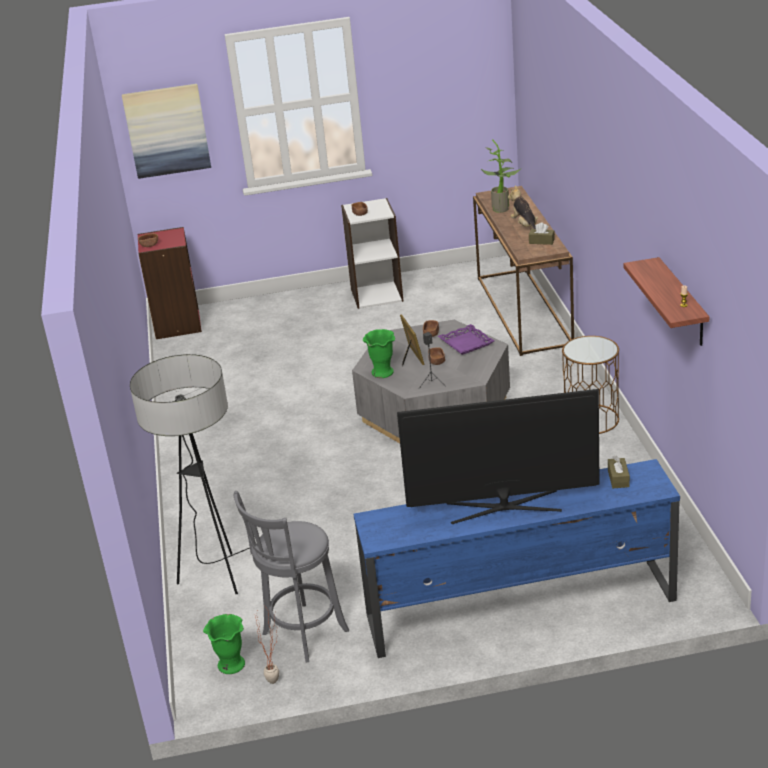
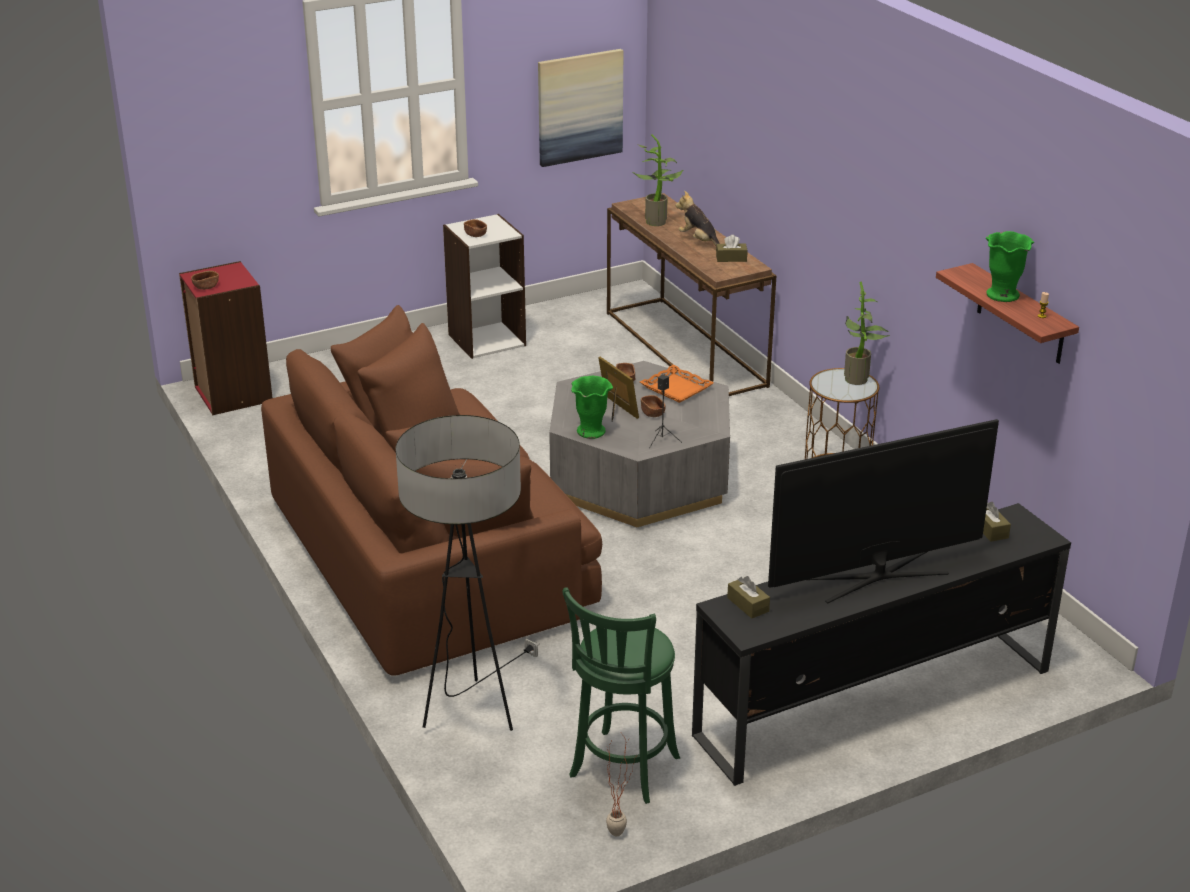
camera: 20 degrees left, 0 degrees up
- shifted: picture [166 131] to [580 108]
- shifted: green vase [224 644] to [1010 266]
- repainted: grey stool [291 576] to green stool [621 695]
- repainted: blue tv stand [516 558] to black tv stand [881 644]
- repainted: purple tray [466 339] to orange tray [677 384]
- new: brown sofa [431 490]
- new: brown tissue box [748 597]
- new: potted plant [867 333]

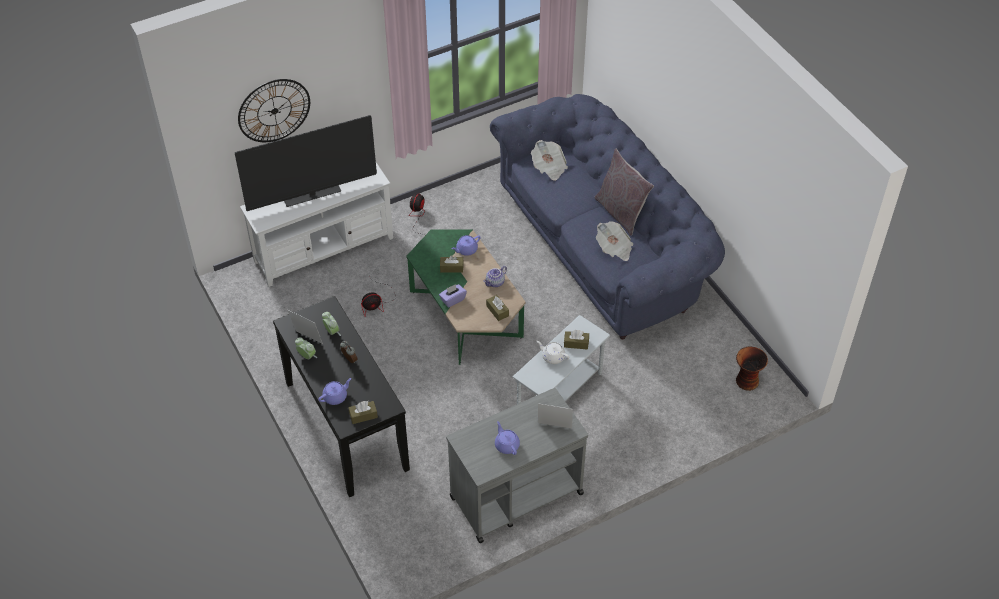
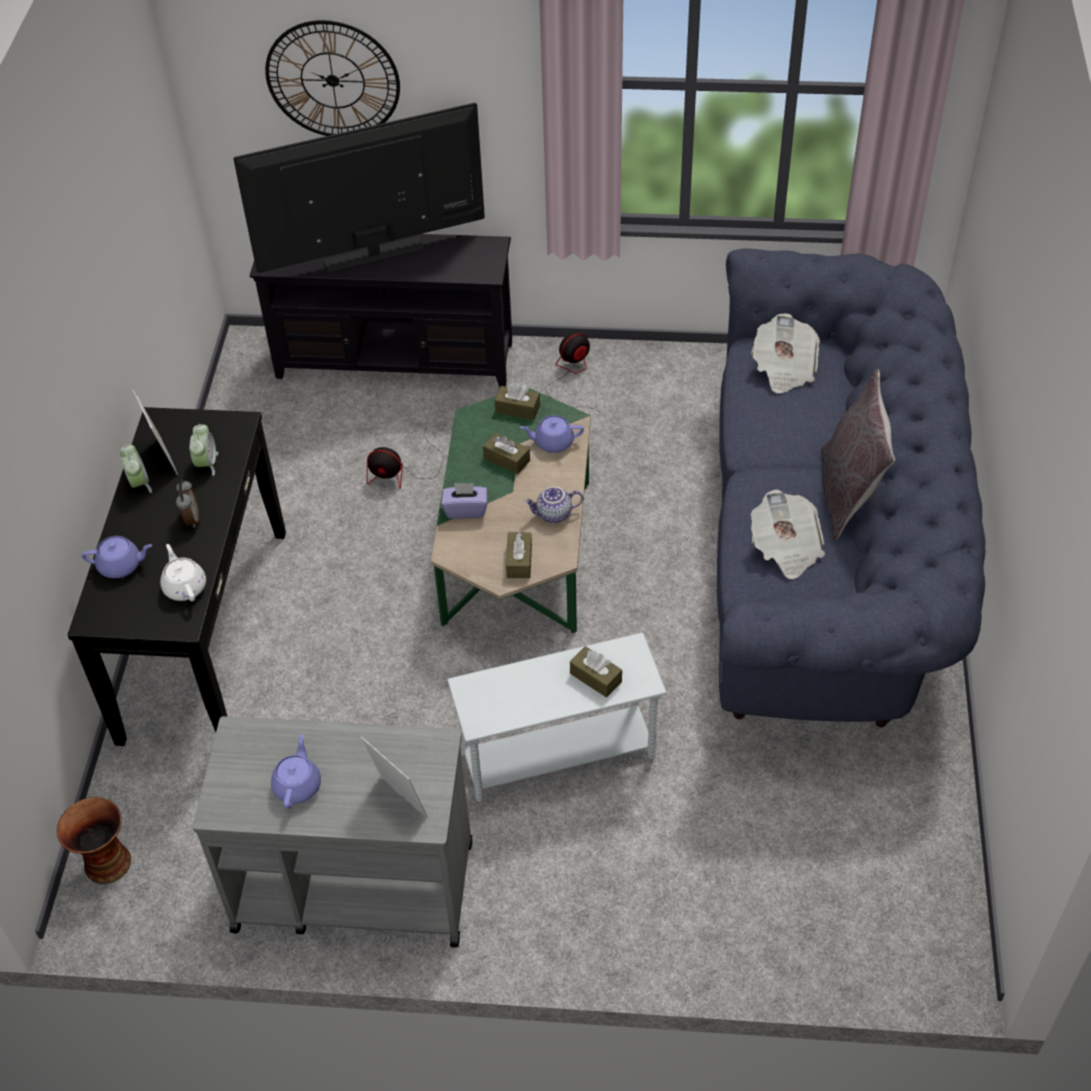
camera: 35 degrees right, 0 degrees up
- rotated: television [306 163] = [359 188] 150 degrees clockwise
- repainted: white tv stand [316 224] to black tv stand [381 310]
- shifted: brown tissue box [363 412] to [517 401]
- shifted: white teapot [553 352] to [183 572]
- shifted: vase [752 369] to [94 840]

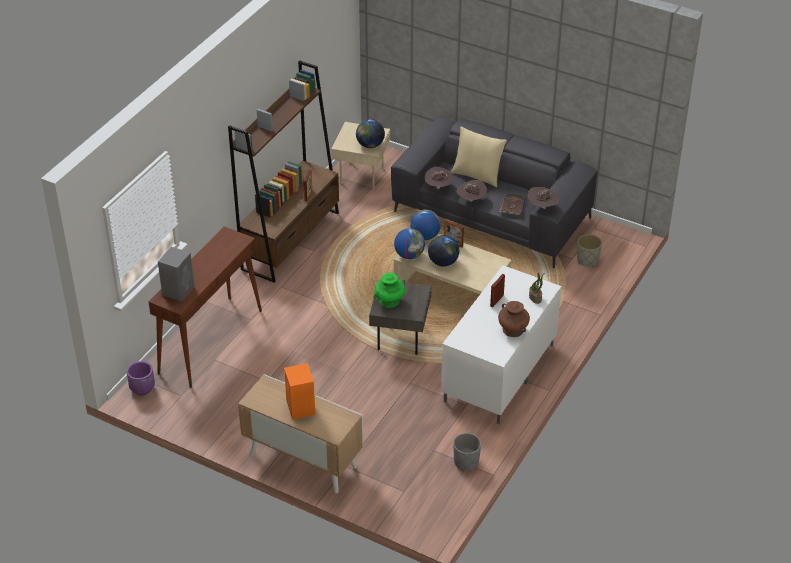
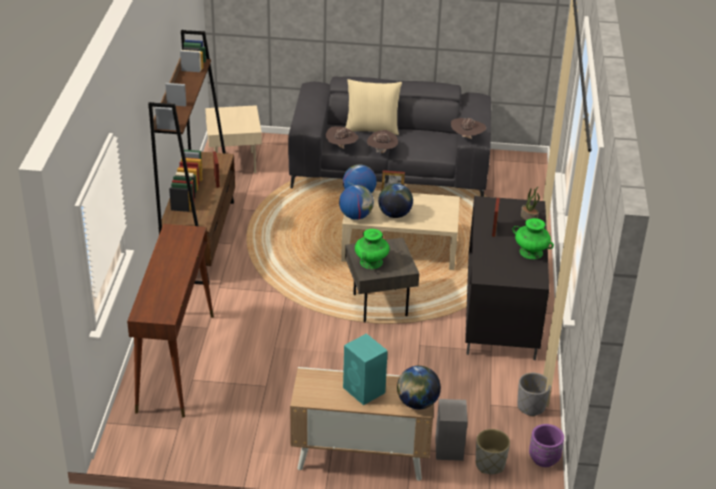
camera: 25 degrees left, 5 degrees down
- shifted: purple planter [141 378] to [546 445]
- shifted: grey speaker [176 274] to [451 430]
- repainted: orange speaker [299 391] to turquoise speaker [365 369]
- shifted: globe [370 133] to [419 387]
- repainted: white tv stand [501 344] to black tv stand [507 278]
- repainted: brown vase [514 319] to green vase [533 238]
- gone: brown book [512 204]
- shifted: grey planter [589 250] to [493 451]

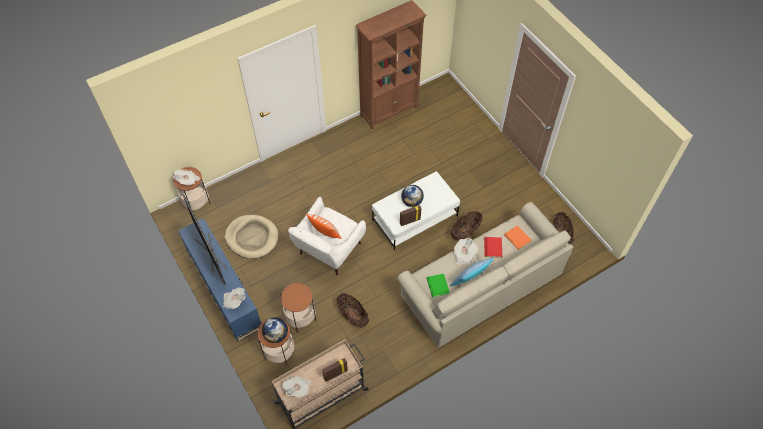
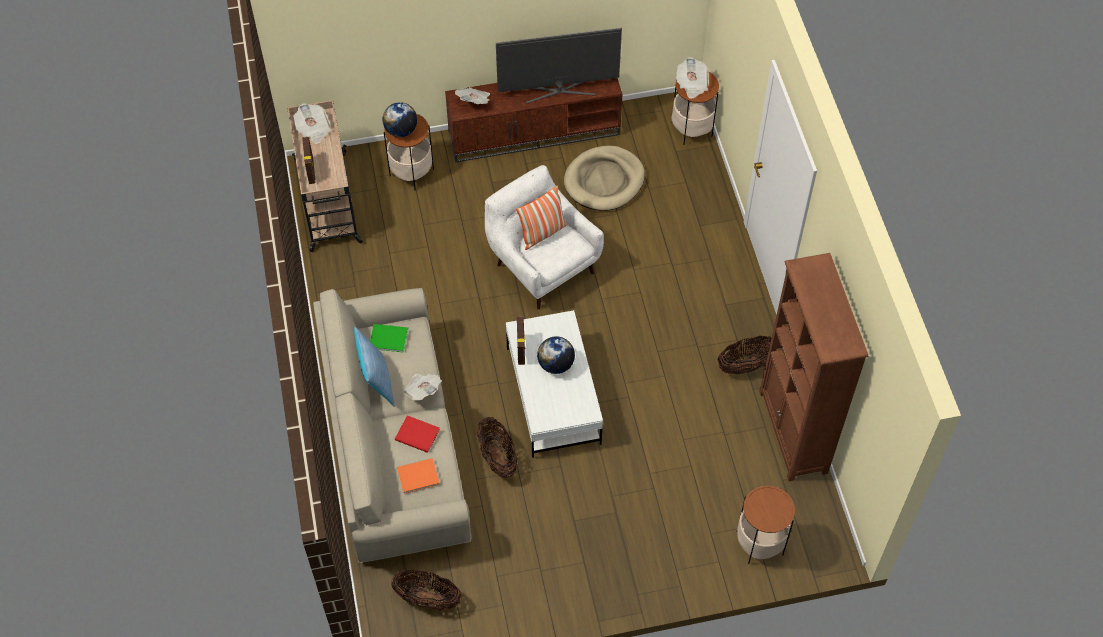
camera: 110 degrees right, 0 degrees up
- repainted: blue tv stand [219 280] to brown tv stand [534 120]
- shifted: side table [298 308] to [766 525]
- shifted: basket [353 310] to [744 355]

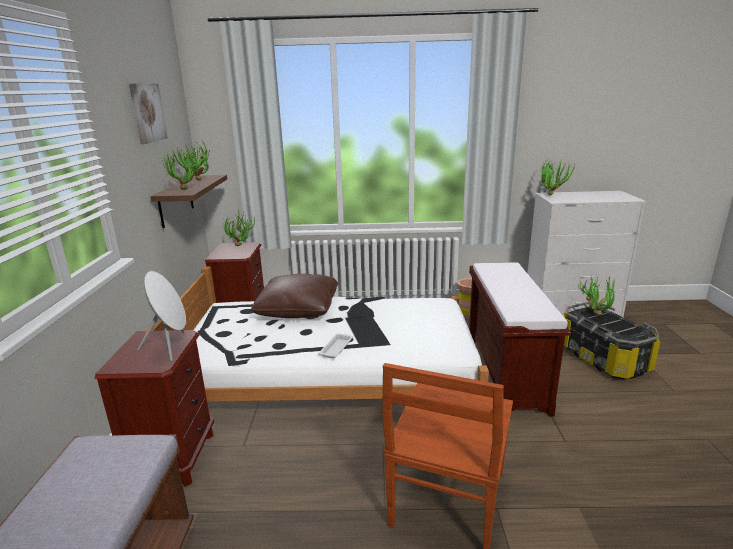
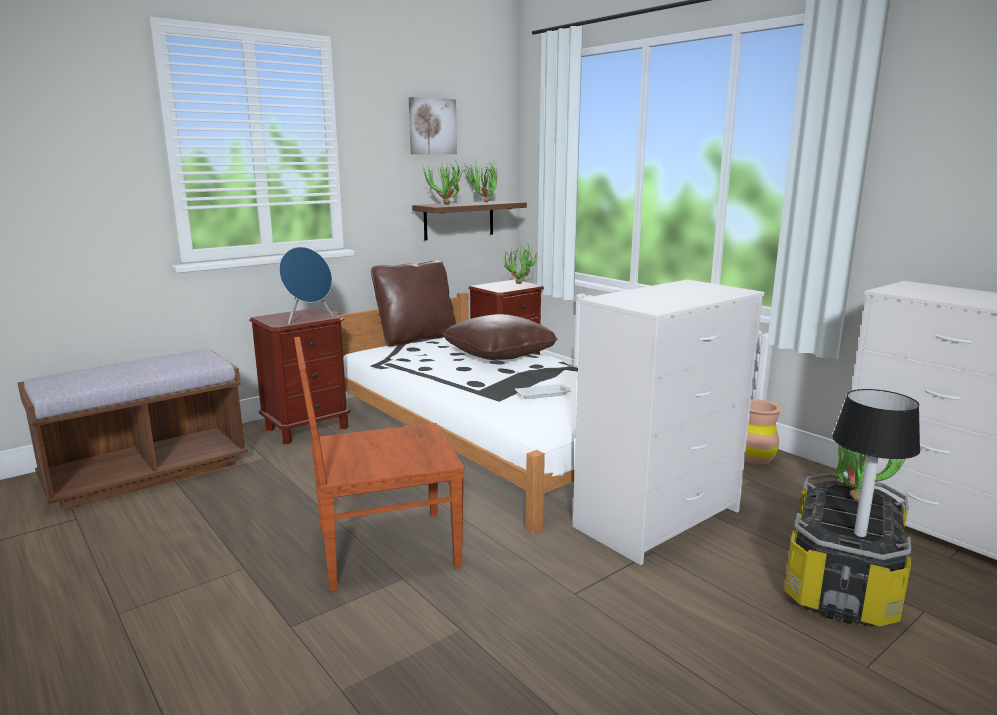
camera: 50 degrees right, 5 degrees down
- repainted: white speaker [161 316] to blue speaker [306 286]
- shifted: white tray [335 346] to [543 391]
- swapped: brown bench [520 339] to white dresser [668 422]
- gone: potted plant [558 176]
- new: brown pillow [413 304]
- new: table lamp [876 463]

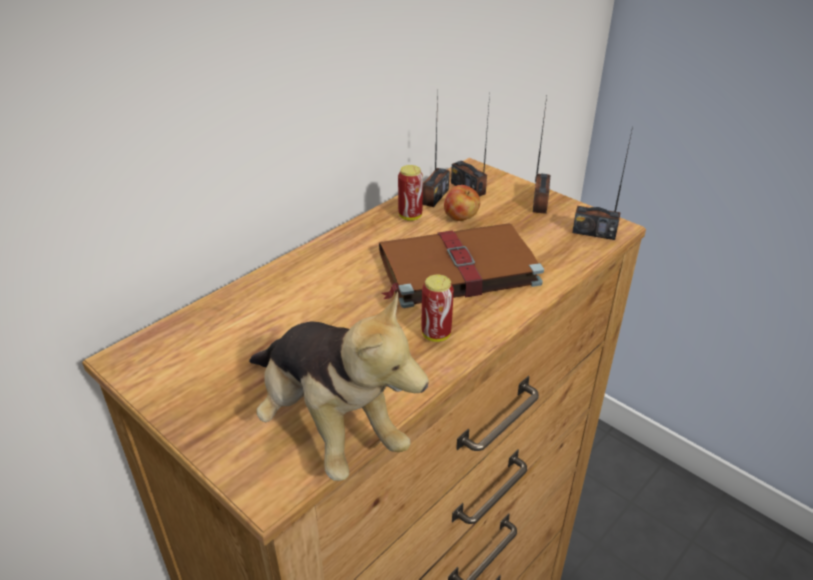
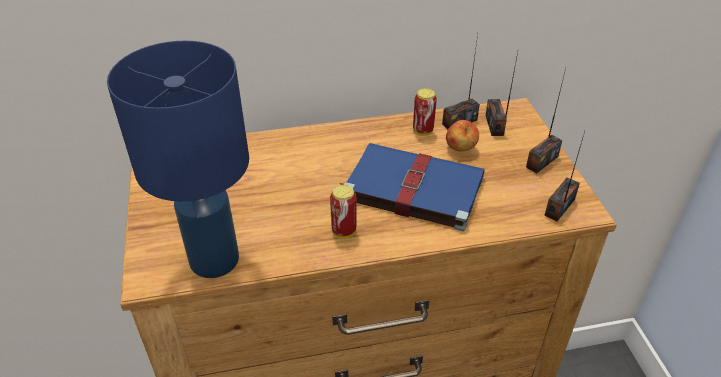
camera: 35 degrees right, 5 degrees up
- swapped: plush toy [339 386] to blue table lamp [178 159]
- repainted: brown book [461 266] to blue book [412 187]
- rotated: radio [602 183] = [564 176] 75 degrees clockwise

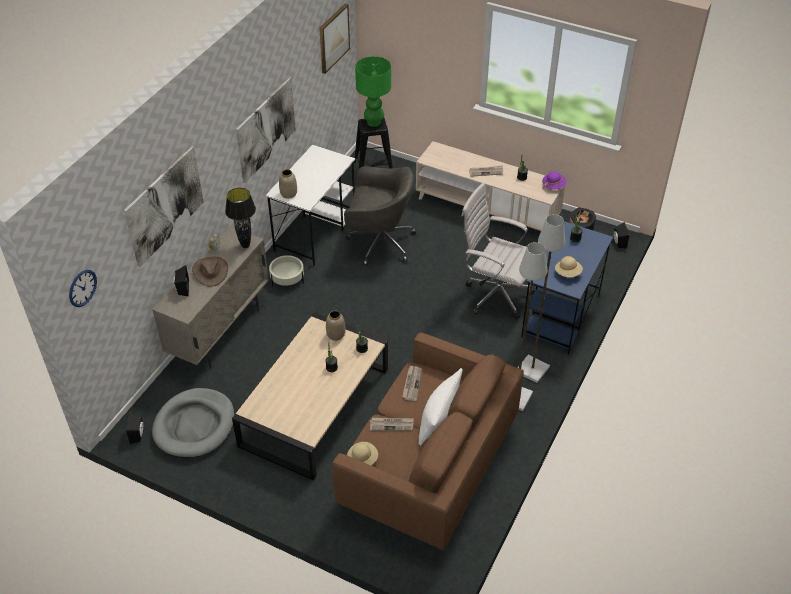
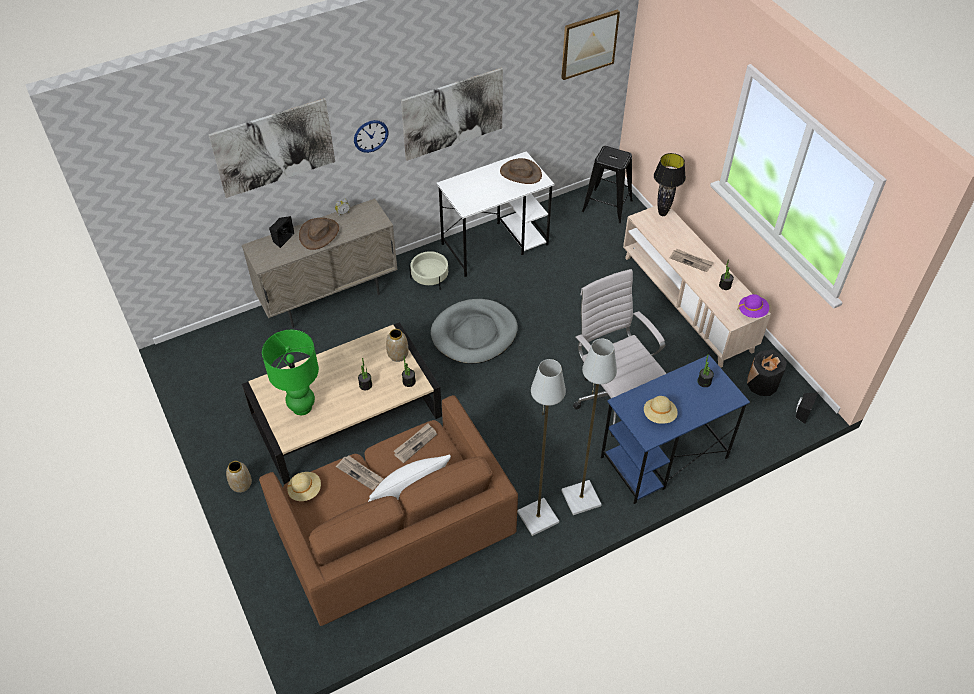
camera: 35 degrees right, 5 degrees up
- shifted: wall clock [83 288] to [371 136]
- gone: black speaker [135 428]
- shifted: grey dog bed [193 423] to [474 331]
- shifted: black table lamp [240 218] to [670 184]
- shifted: vase [288 184] to [239 477]
- gone: grey office chair [380 216]
- shifted: green table lamp [373 91] to [290 372]
- new: brown hat [521 171]

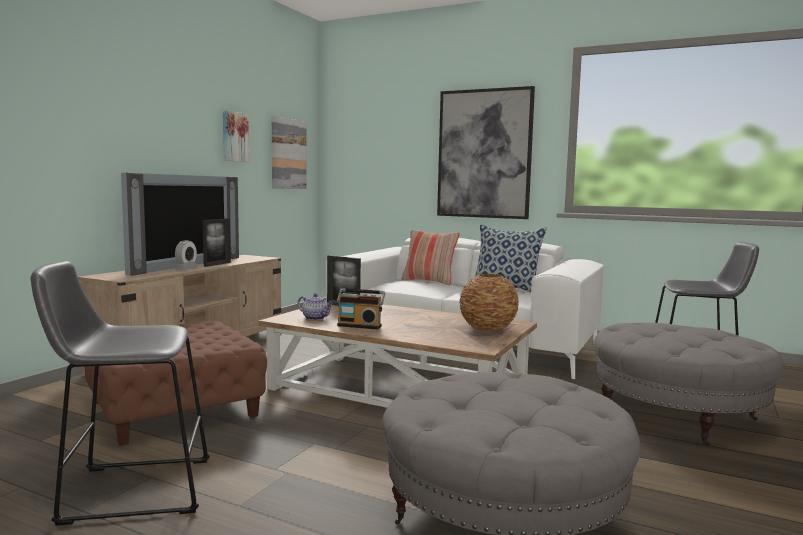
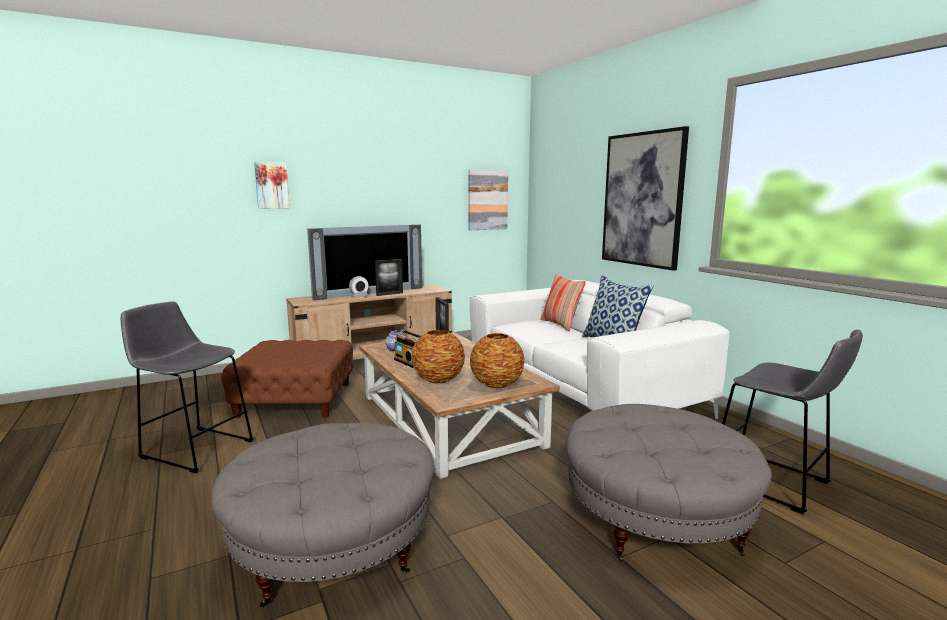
camera: 35 degrees right, 5 degrees up
- shifted: picture [236 136] to [272 185]
- new: vase [438 356]

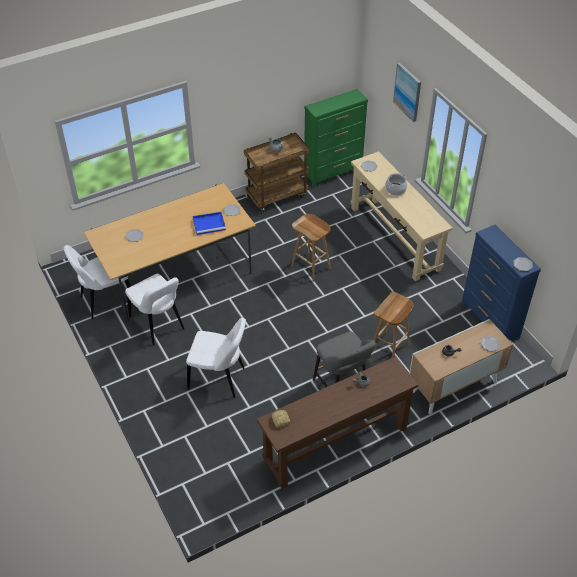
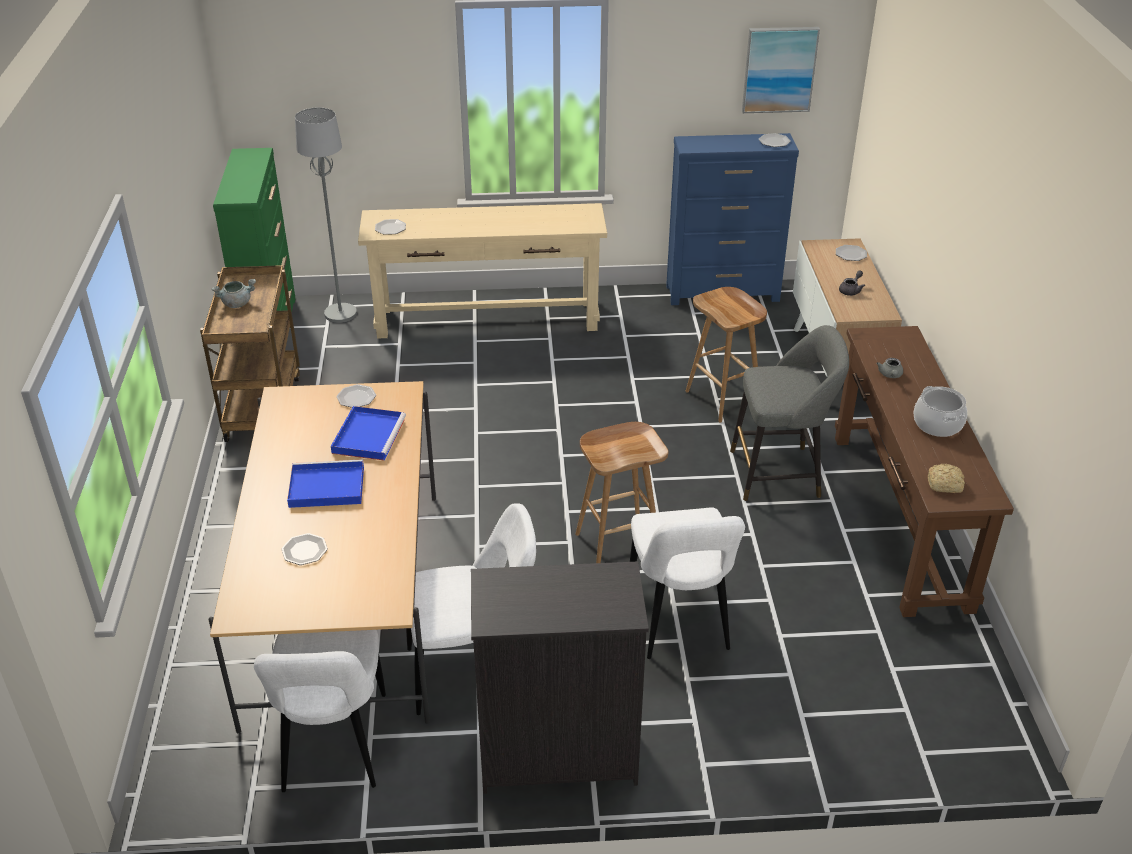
camera: 65 degrees left, 10 degrees down
- rotated: white chair [216 358] = [687 583] 135 degrees clockwise
- shifted: brown stool [311 248] to [621 492]
- shifted: cooking pot [396 184] to [940 411]
- shifted: picture [407 92] to [781 70]
- new: blue tray [325 483]
- new: grey floor lamp [326 215]
- new: black dresser [560 677]

